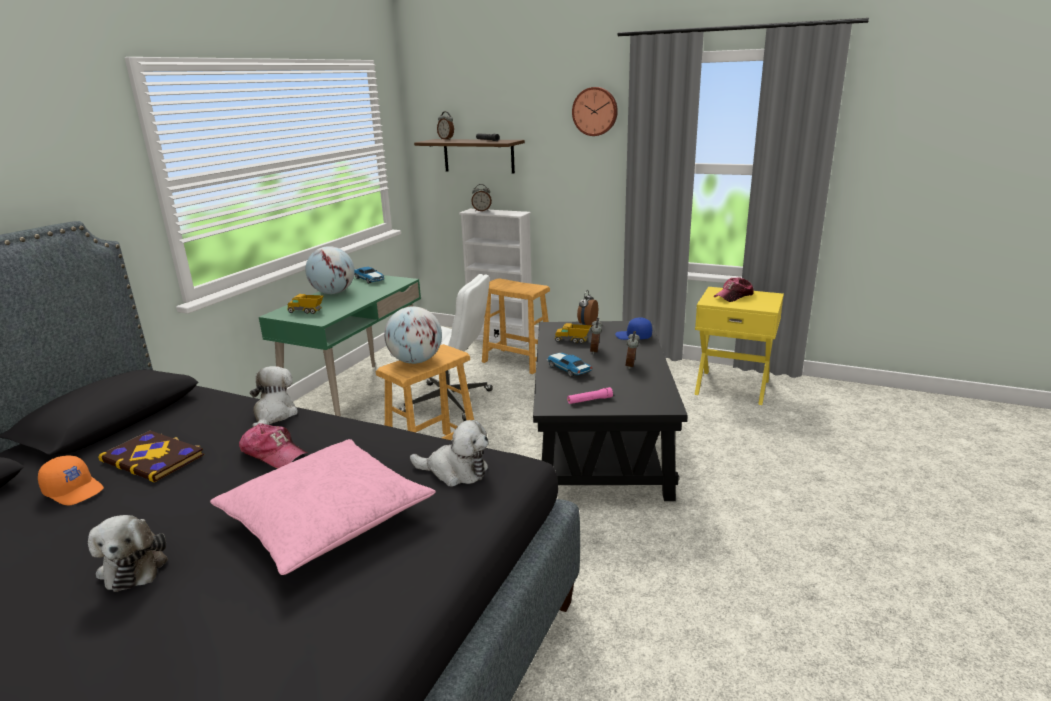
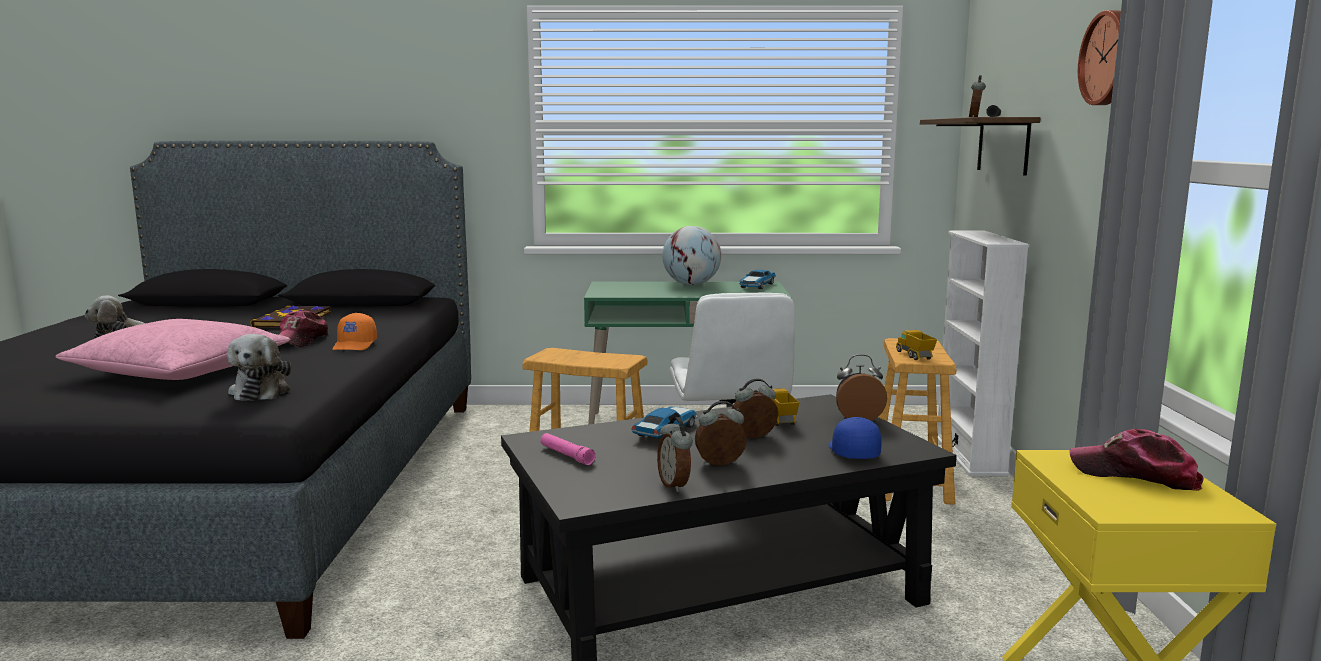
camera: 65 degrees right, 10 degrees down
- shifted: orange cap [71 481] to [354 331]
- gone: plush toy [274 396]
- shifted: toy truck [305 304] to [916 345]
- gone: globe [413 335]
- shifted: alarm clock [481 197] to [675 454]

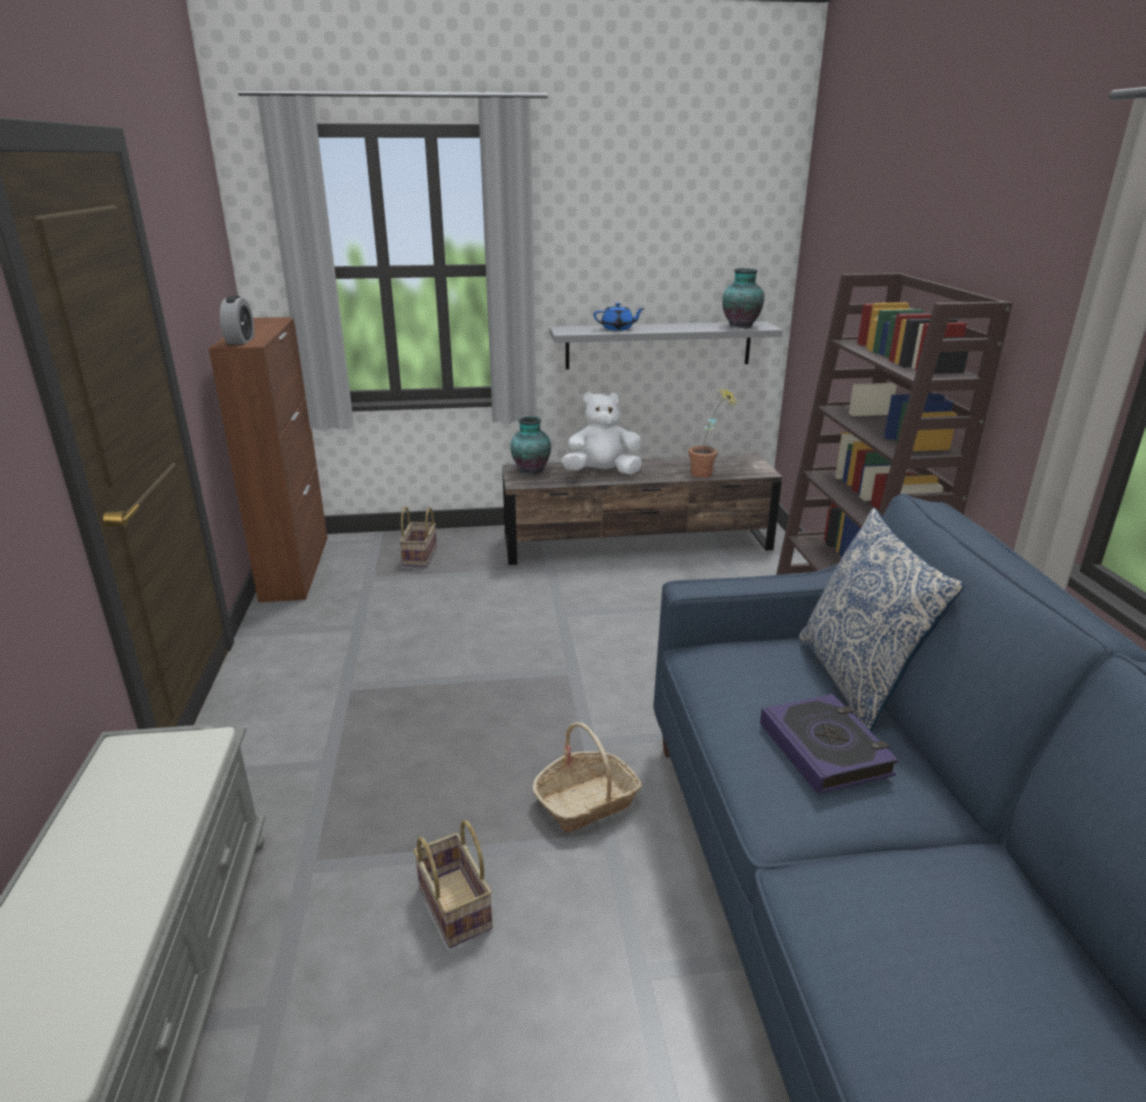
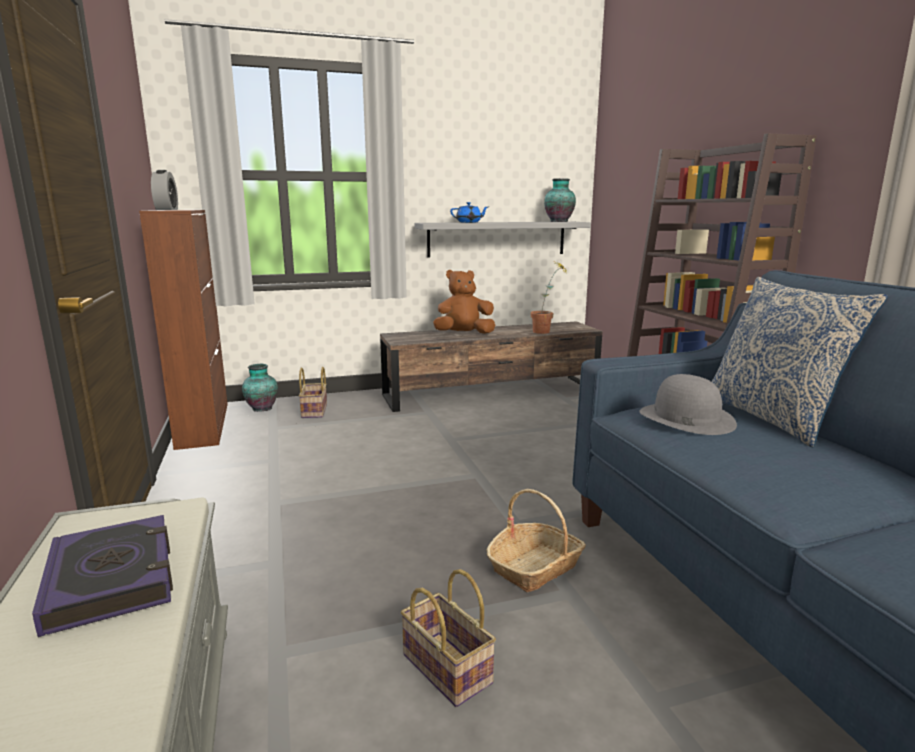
camera: 10 degrees left, 10 degrees down
- shifted: vase [530 445] to [260 388]
- repainted: white plush toy [601 433] to brown plush toy [464 302]
- shifted: book [829 744] to [102 576]
- new: grey hat [688 404]

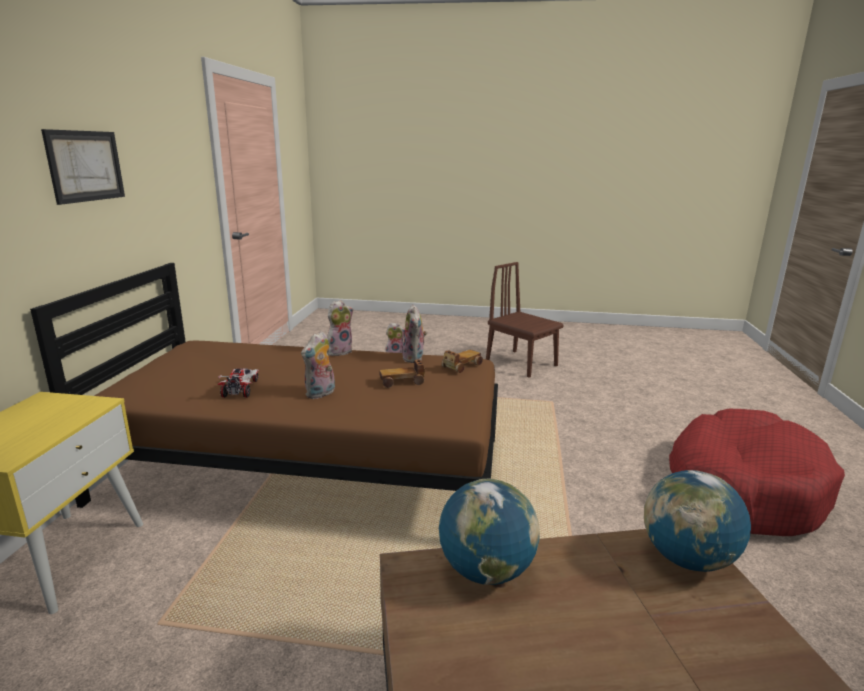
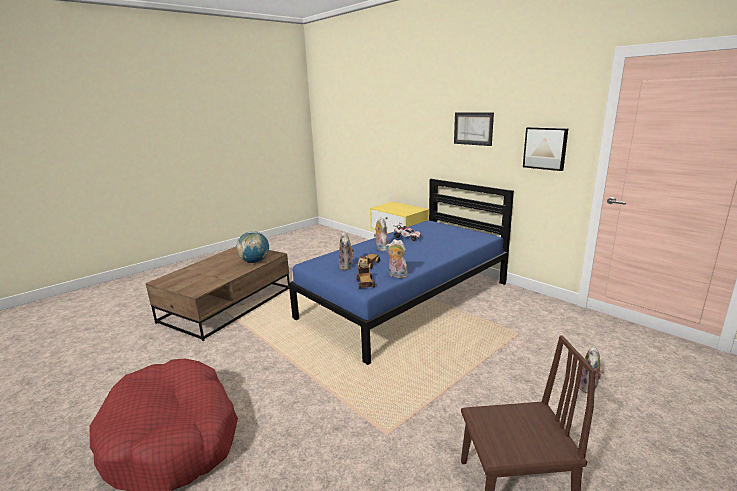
camera: 130 degrees right, 0 degrees up
- repainted: brown bed [264 385] to blue bed [401 272]
- shifted: plush toy [340 328] to [346 251]
- gone: globe [697 521]
- new: picture [545 149]

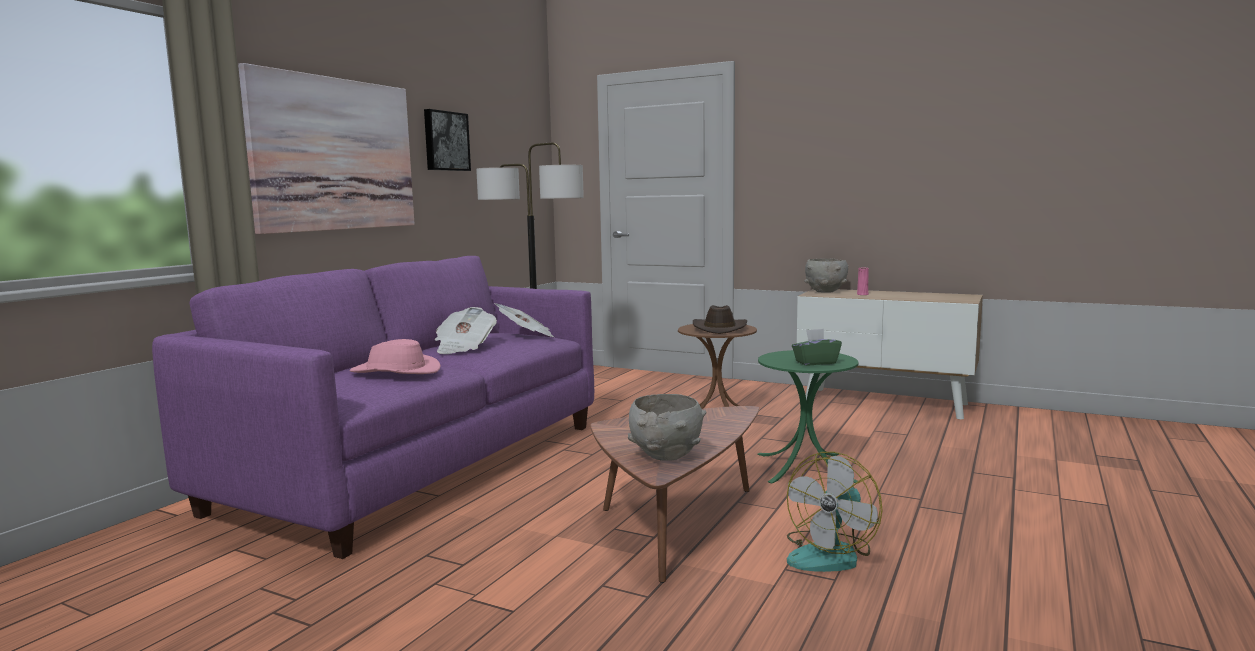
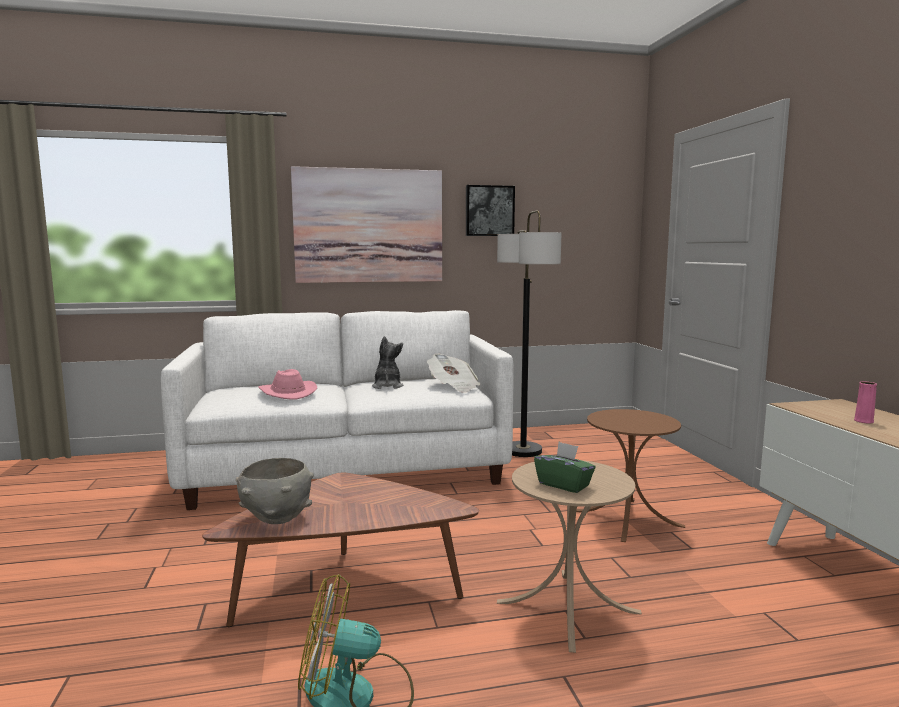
camera: 50 degrees right, 0 degrees up
- repainted: purple sofa [373 407] to white sofa [337 410]
- swapped: newspaper [466 330] to plush toy [387 362]
- gone: brown hat [720 319]
- repainted: green side table [807 417] to beige side table [569 556]
- gone: grey bowl [826 275]

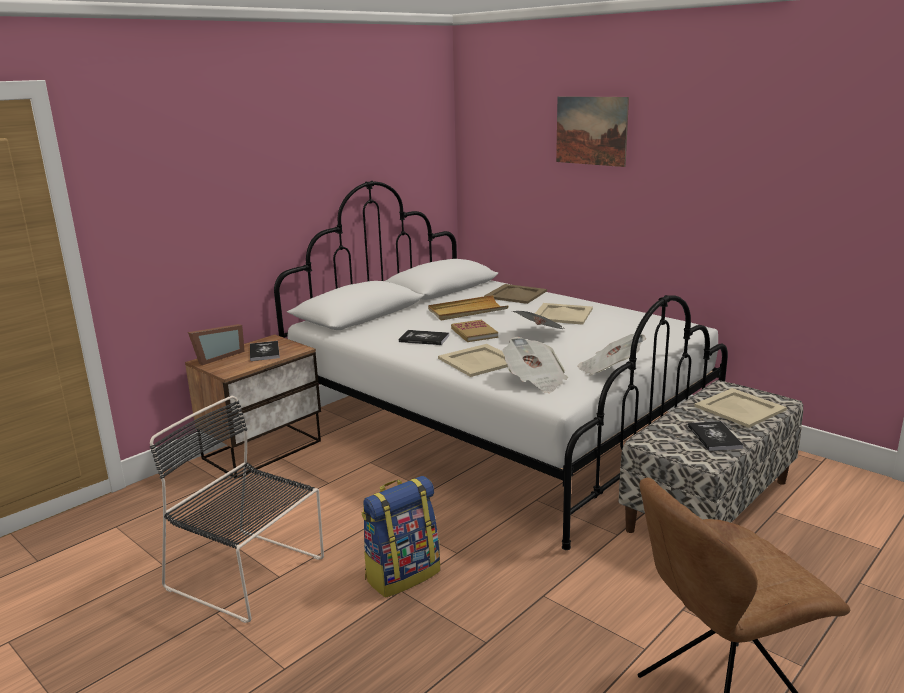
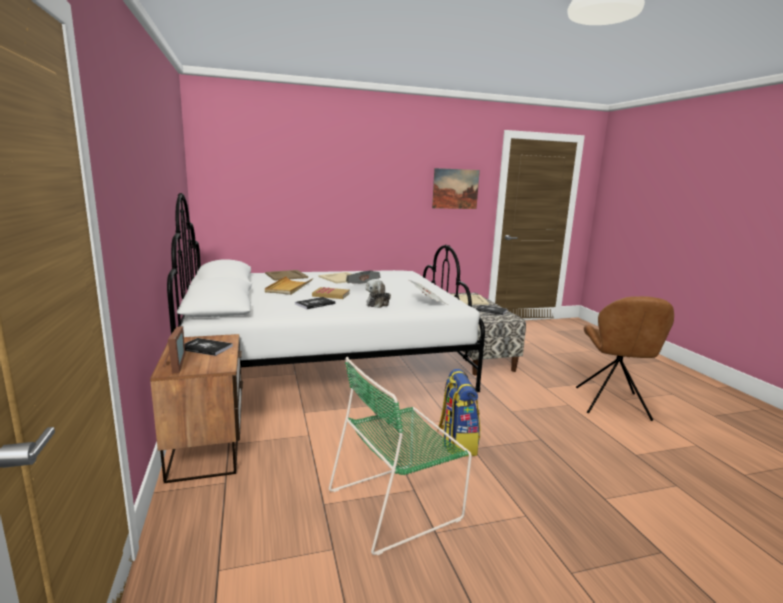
camera: 60 degrees left, 5 degrees down
- repainted: black chair [237 509] to green chair [400 456]
- swapped: beige tray [473 360] to plush toy [378 293]
- shifted: picture [592 131] to [456 188]
- gone: newspaper [611 355]

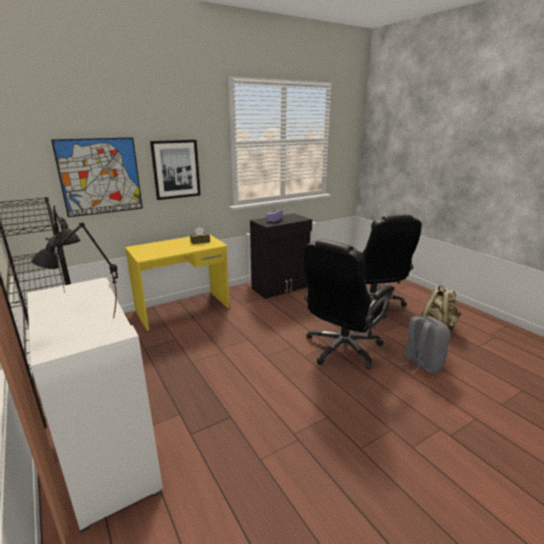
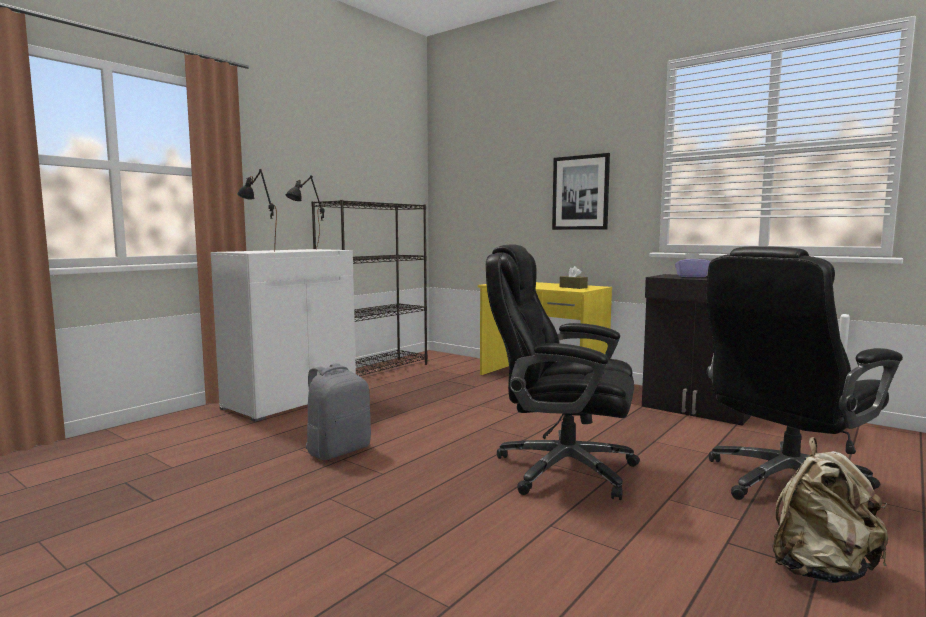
camera: 70 degrees right, 15 degrees down
- gone: picture [97 177]
- shifted: grey backpack [424 344] to [338 411]

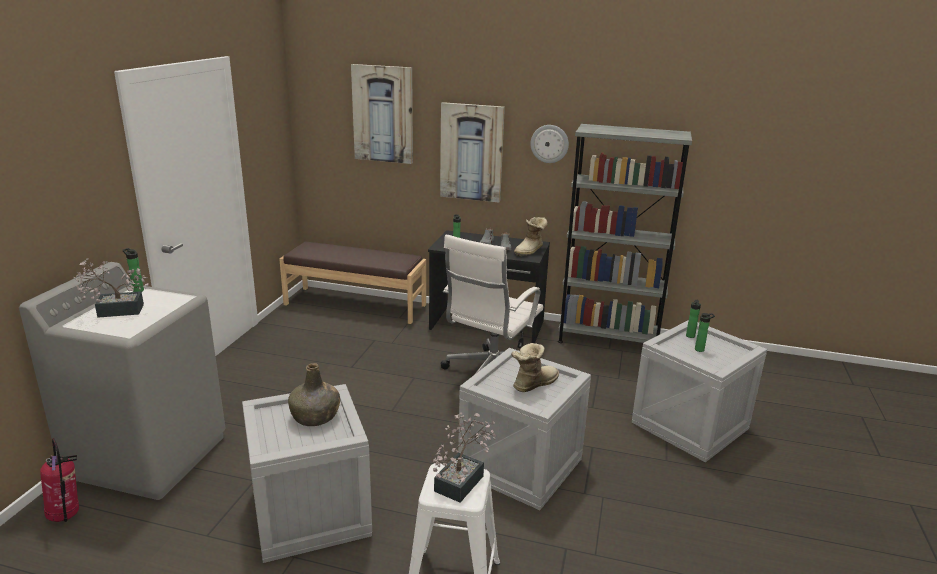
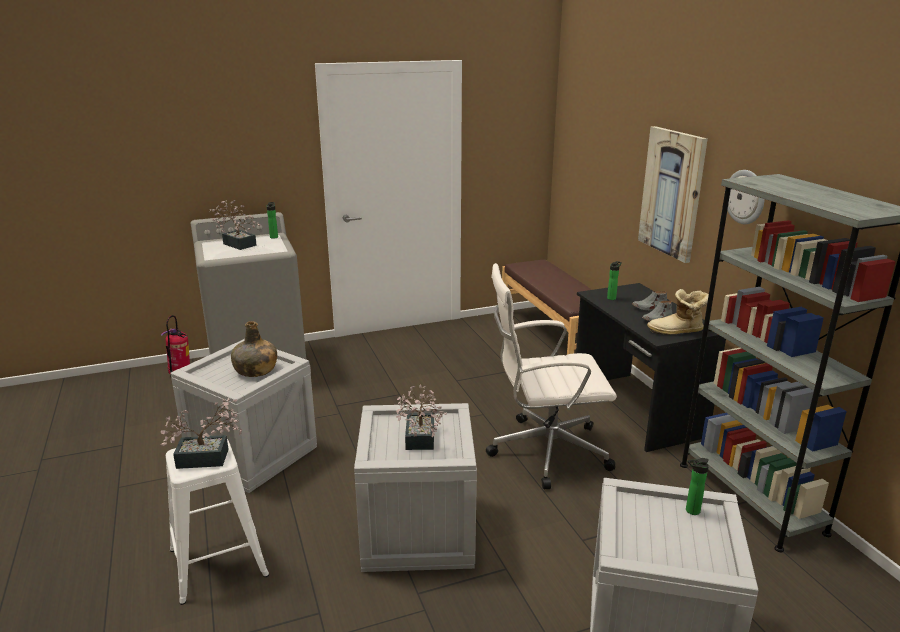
camera: 55 degrees right, 0 degrees up
- gone: picture [382 114]
- swapped: boot [535 367] to potted plant [421 417]
- gone: bottle [705 332]

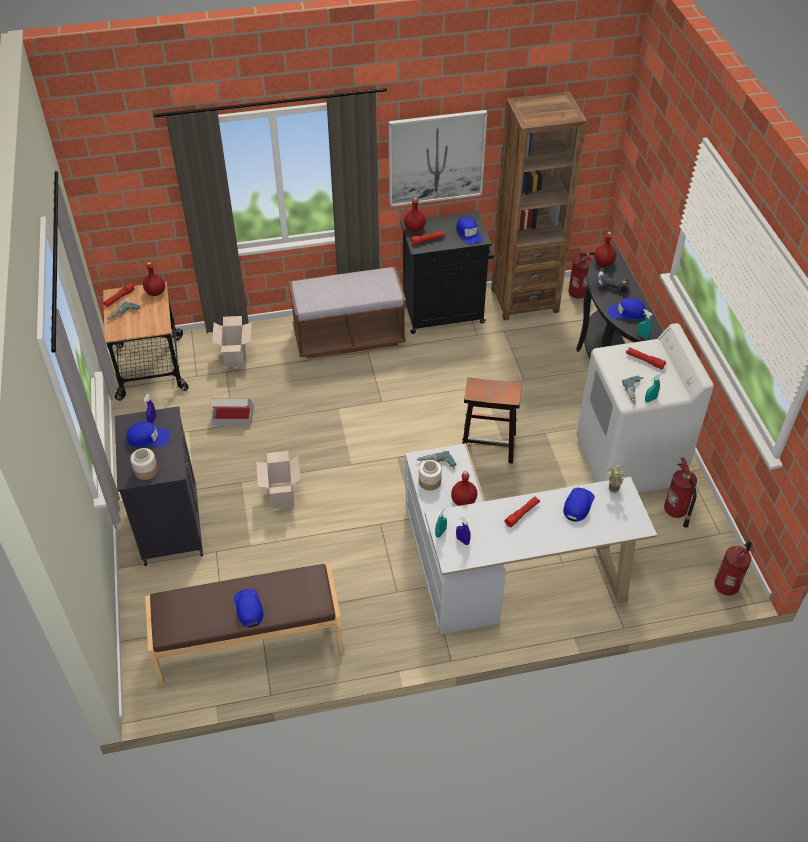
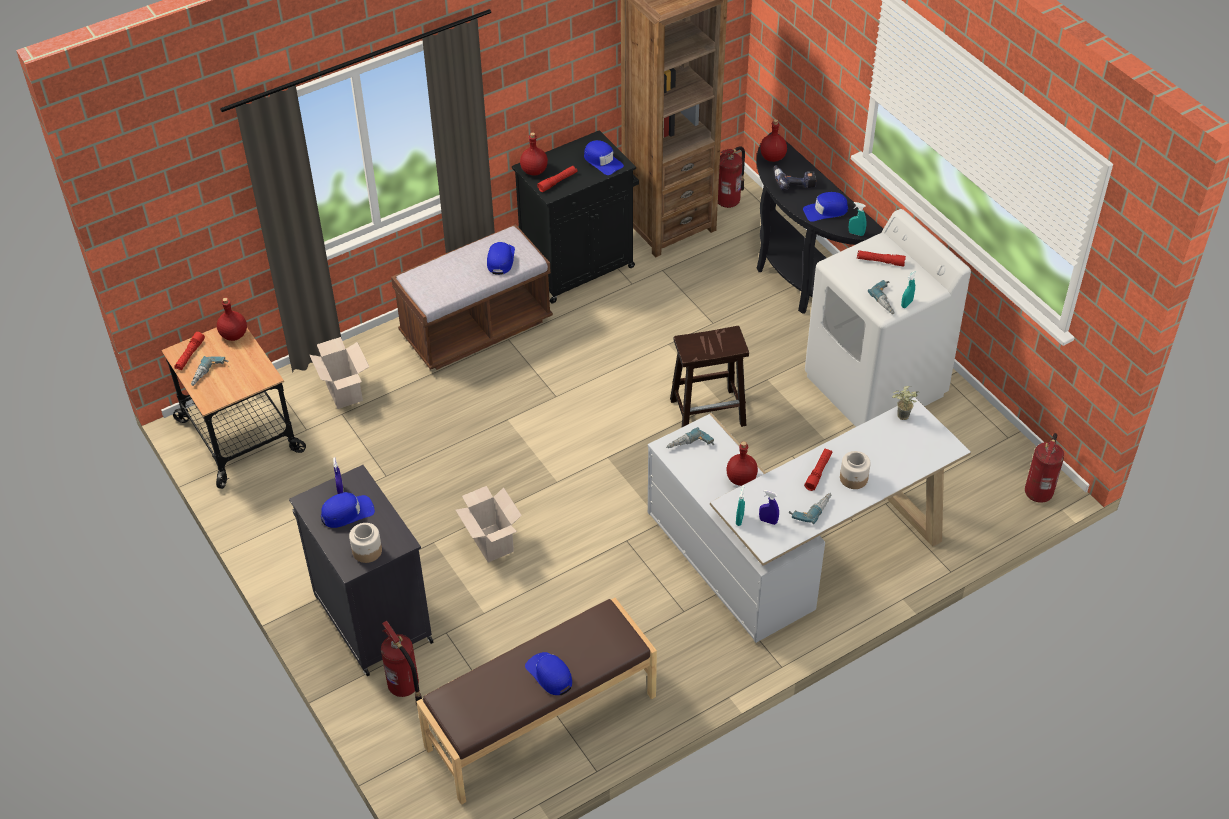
camera: 20 degrees left, 0 degrees up
- gone: cardboard box [232 412]
- gone: picture [437 158]
- shifted: jar [430 475] to [855 470]
- shifted: blue cap [579 505] to [501 258]
- shifted: fire extinguisher [680 492] to [401 663]
- new: power drill [810 509]

